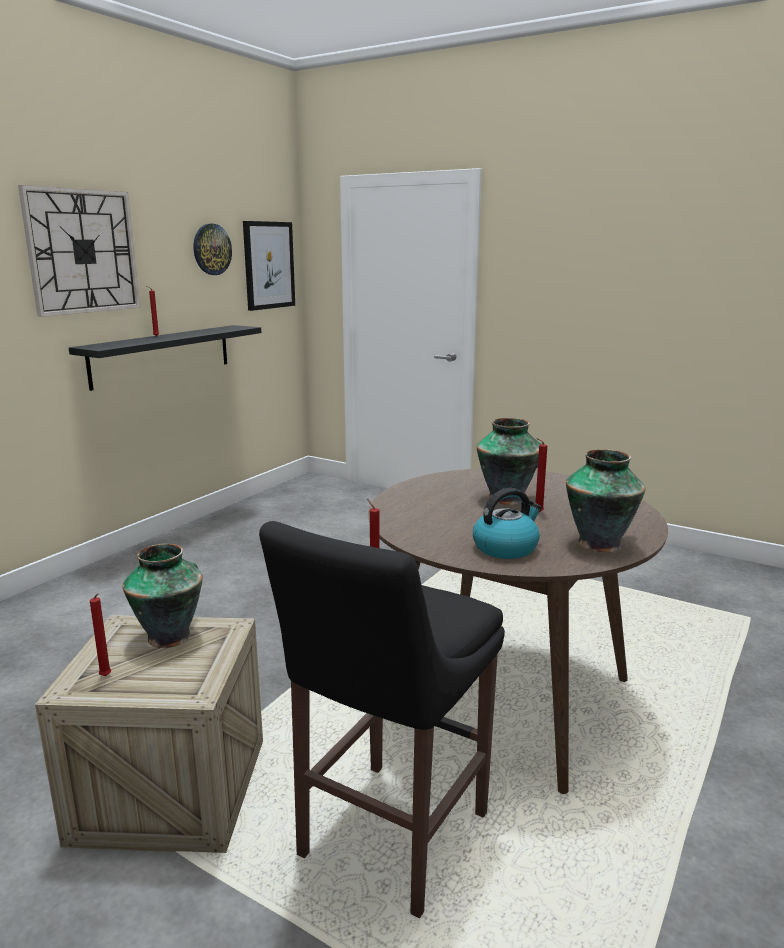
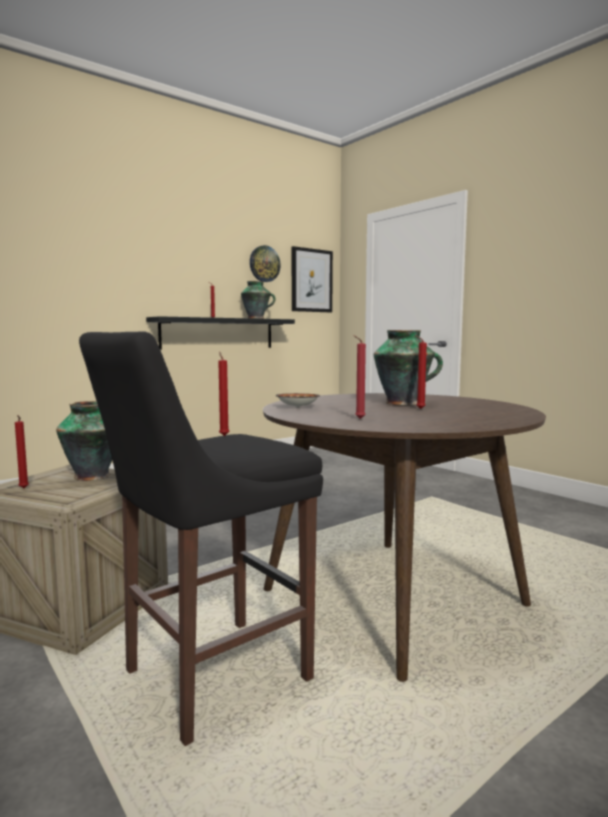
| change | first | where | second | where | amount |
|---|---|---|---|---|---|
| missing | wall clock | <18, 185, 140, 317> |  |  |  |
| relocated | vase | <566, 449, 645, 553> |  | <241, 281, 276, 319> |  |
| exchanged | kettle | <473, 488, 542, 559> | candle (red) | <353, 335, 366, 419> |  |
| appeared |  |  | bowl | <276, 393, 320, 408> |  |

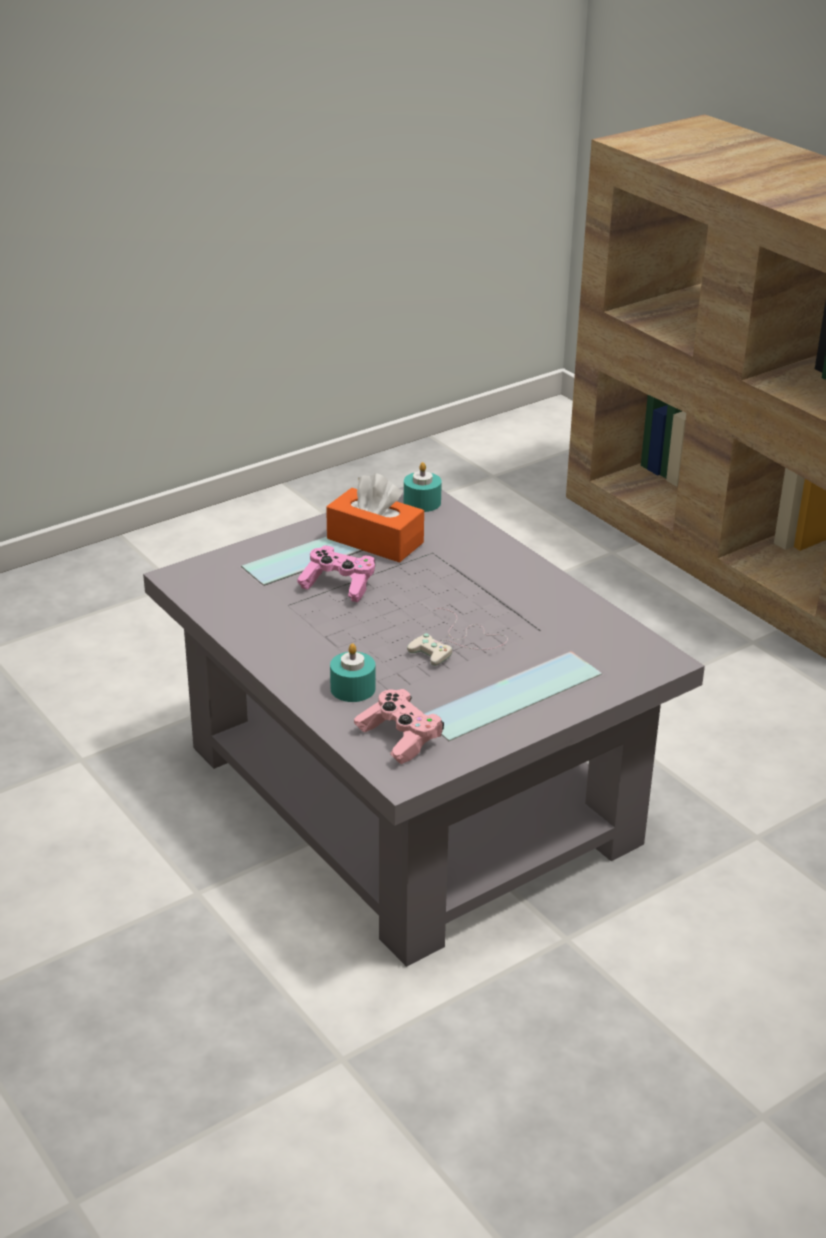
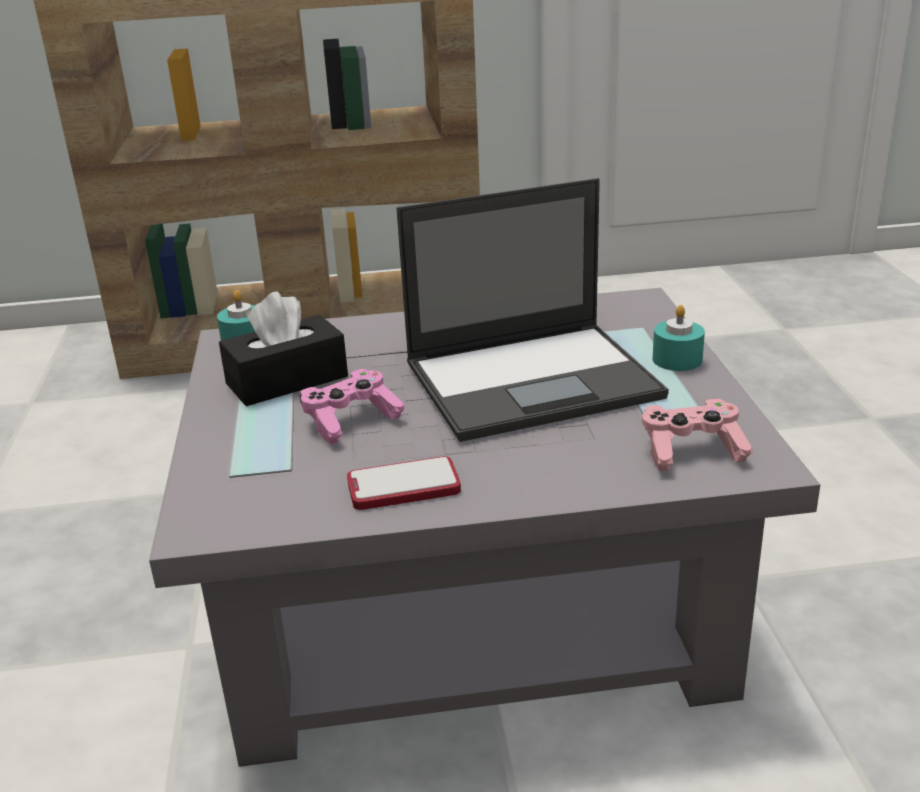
| change | first | where | second | where | amount |
|---|---|---|---|---|---|
| colour | tissue box (orange) | <326, 473, 424, 563> | tissue box (black) | <219, 291, 348, 406> |  |
| exchanged | game controller (white) | <407, 608, 508, 666> | laptop | <396, 178, 669, 442> |  |
| relocated | candle (turquoise) | <330, 643, 376, 702> |  | <652, 305, 705, 371> |  |
| appeared |  |  | phone | <347, 456, 461, 510> |  |

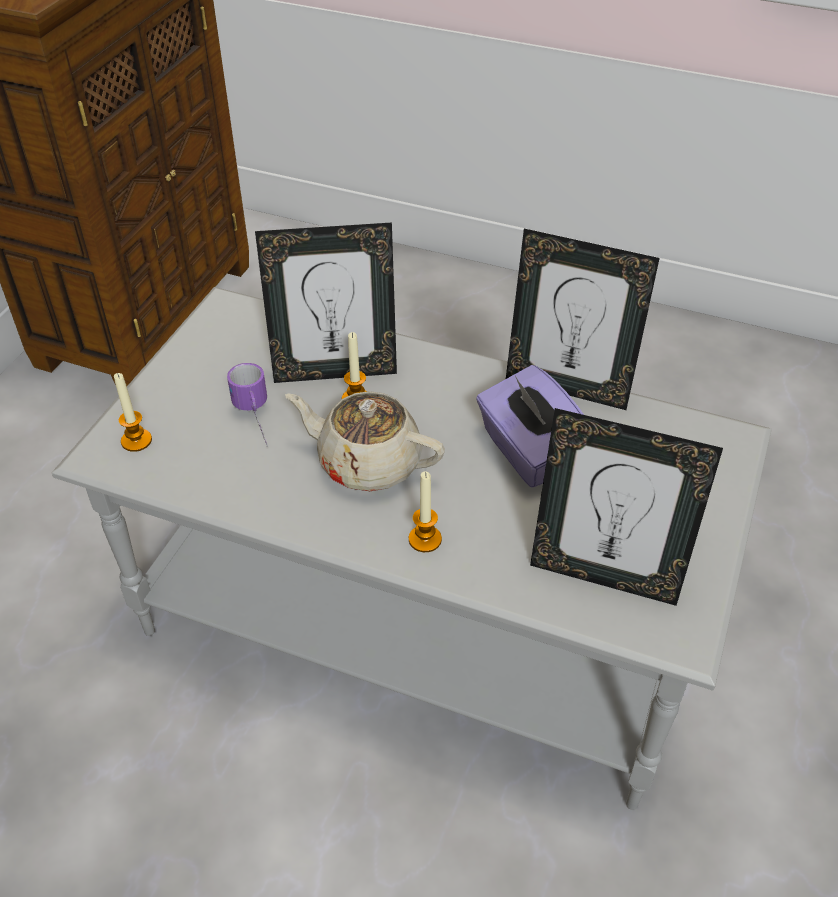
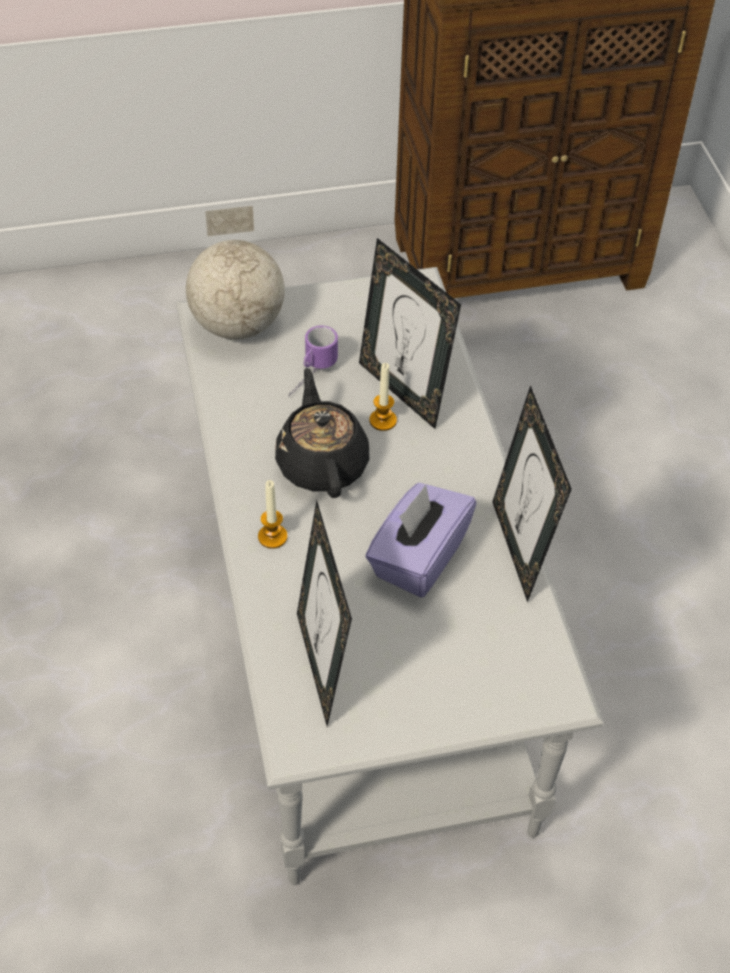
| change | first | where | second | where | amount |
|---|---|---|---|---|---|
| exchanged | candle | <114, 373, 152, 452> | globe | <186, 206, 284, 339> |  |
| colour | teapot (beige) | <285, 391, 445, 491> | teapot (black) | <275, 368, 369, 498> |  |

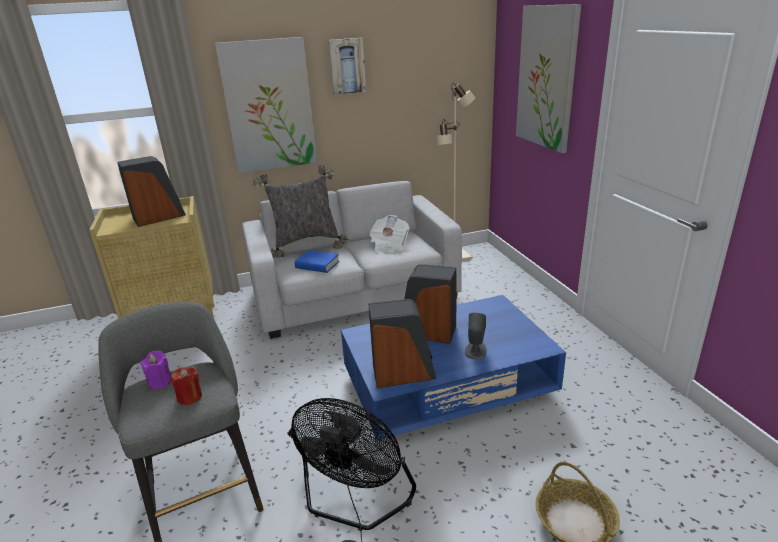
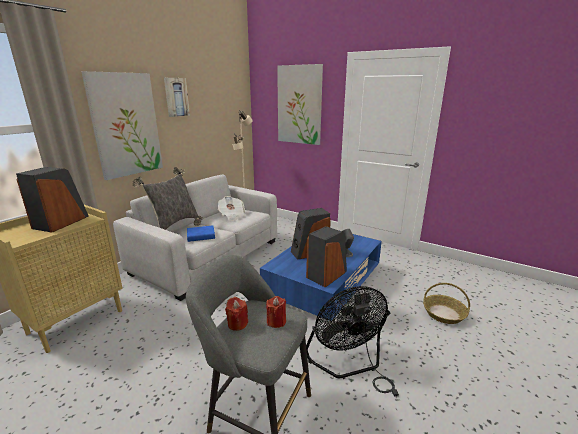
| change | first | where | second | where | amount |
|---|---|---|---|---|---|
| colour | candle (purple) | <140, 350, 172, 389> | candle (red) | <225, 297, 248, 331> |  |

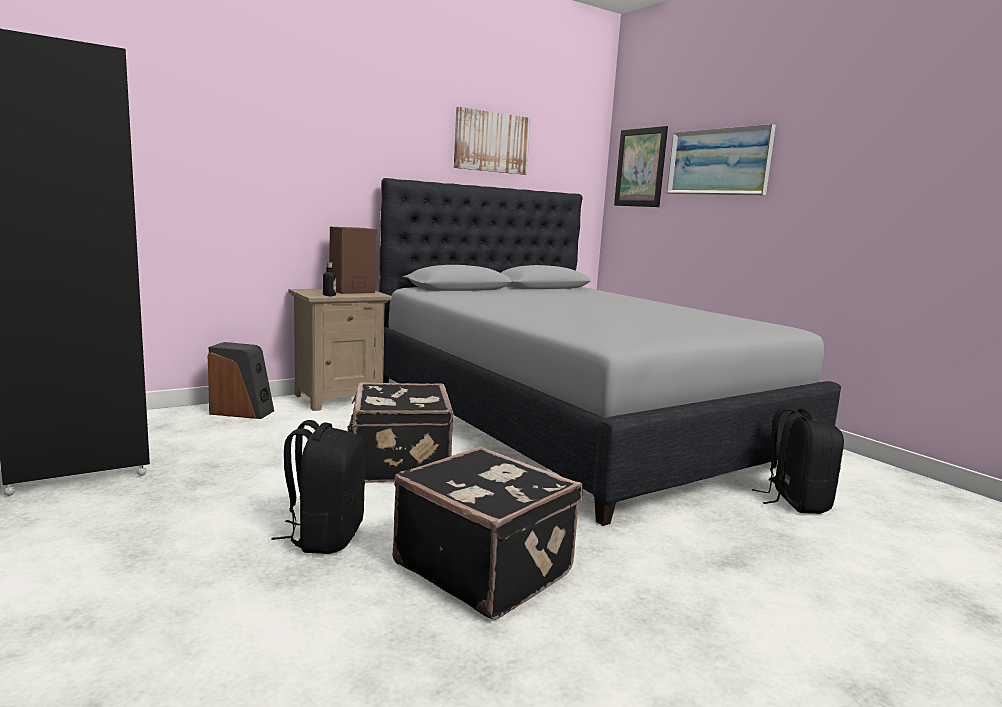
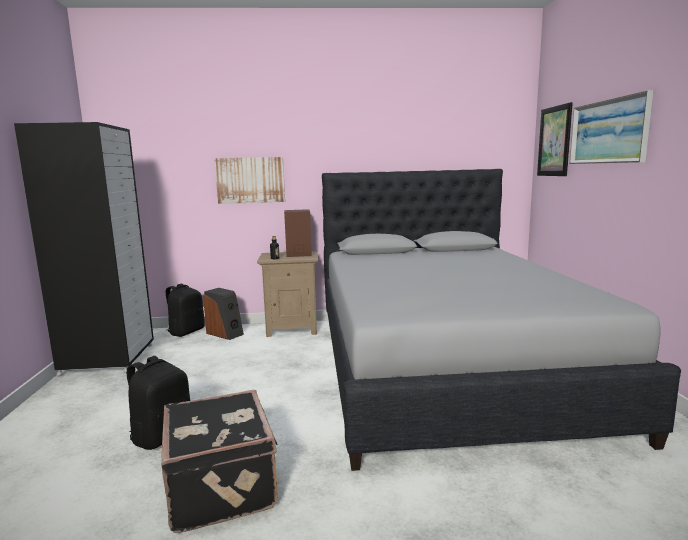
| change | first | where | second | where | amount |
|---|---|---|---|---|---|
| relocated | picture | <454, 107, 530, 175> |  | <214, 157, 285, 204> |  |
| missing | suitcase (black) | <347, 382, 453, 483> |  |  |  |
| relocated | backpack (black) | <752, 407, 844, 514> |  | <166, 284, 205, 337> |  |

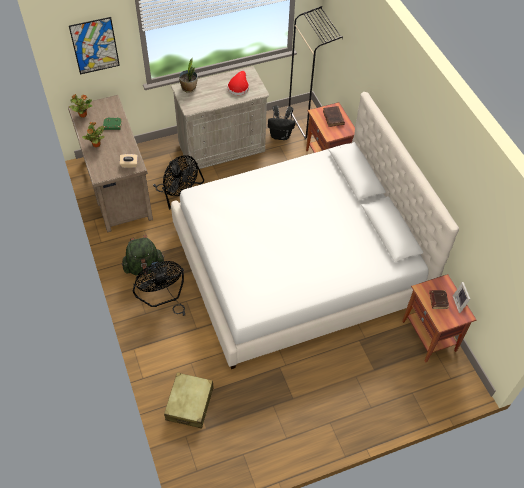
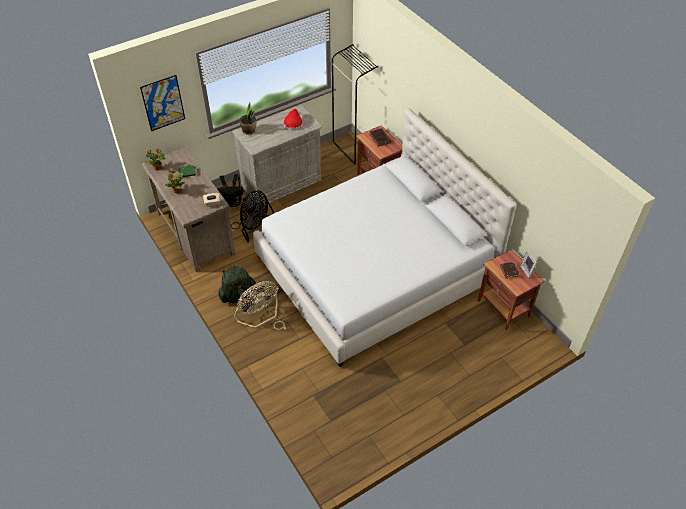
| change | first | where | second | where | amount |
|---|---|---|---|---|---|
| relocated | backpack (black) | <268, 106, 295, 140> |  | <217, 174, 243, 207> |  |
| colour | fan (black) | <133, 261, 185, 316> | fan (beige) | <234, 281, 286, 330> |  |
| missing | suitcase (beige) | <164, 372, 213, 429> |  |  |  |

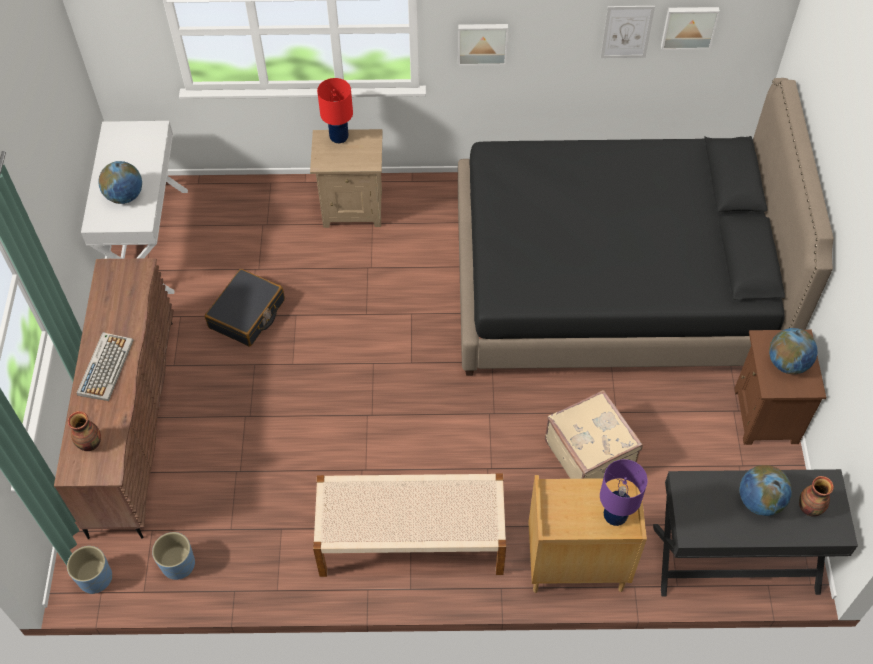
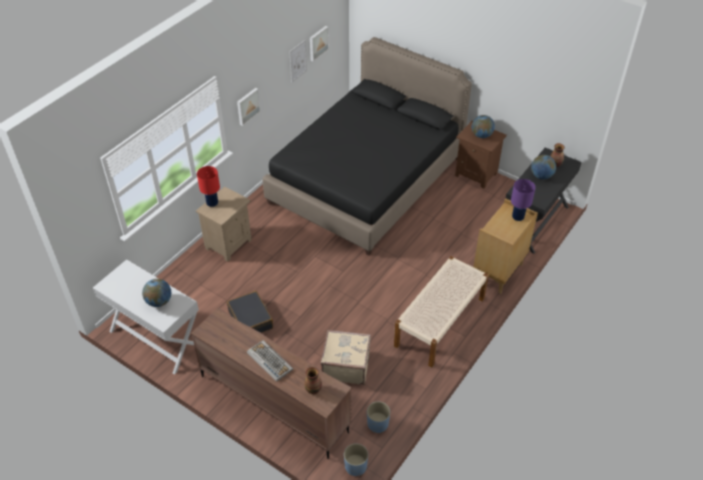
| change | first | where | second | where | amount |
|---|---|---|---|---|---|
| relocated | suitcase (beige) | <544, 390, 643, 479> |  | <321, 330, 371, 385> |  |

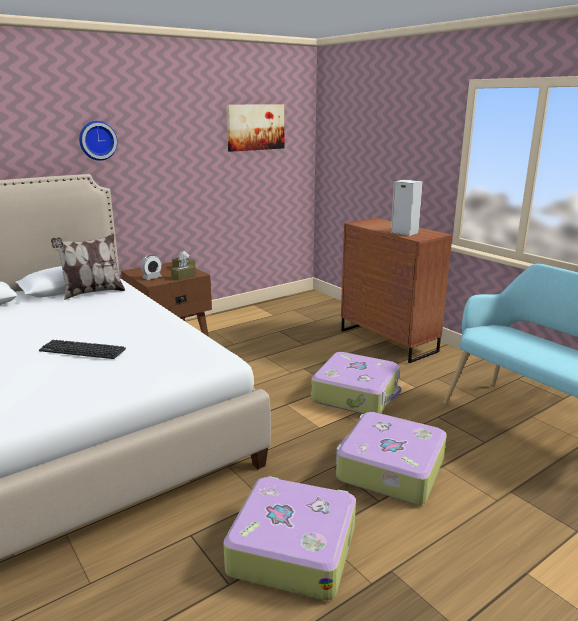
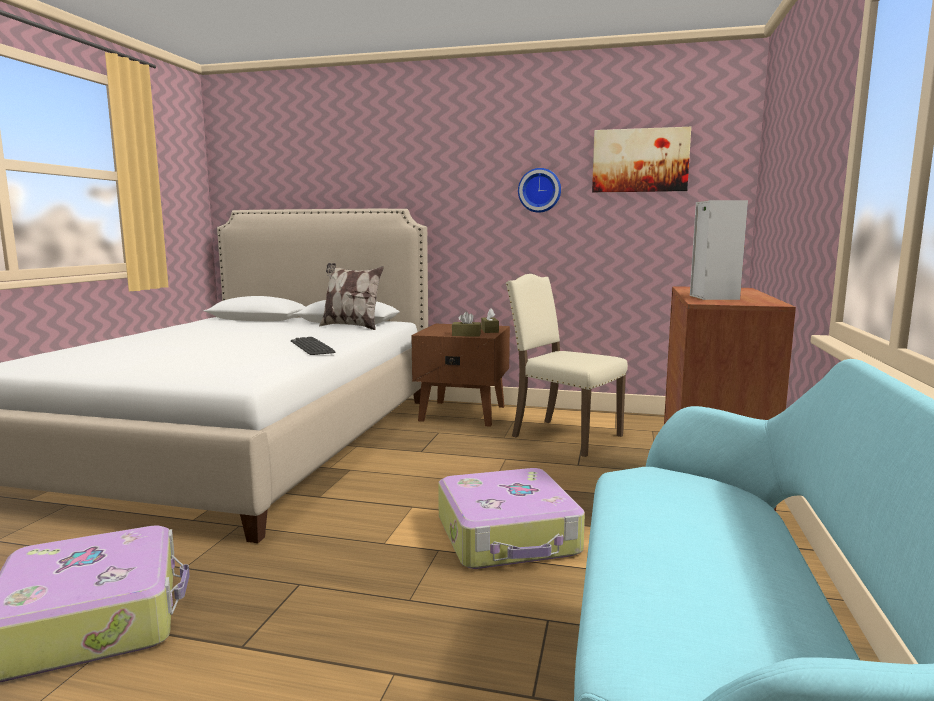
| change | first | where | second | where | amount |
|---|---|---|---|---|---|
| relocated | wall clock | <79, 121, 118, 161> |  | <518, 168, 561, 213> |  |
| missing | alarm clock | <141, 255, 162, 280> |  |  |  |
| relocated | keyboard | <39, 340, 126, 359> |  | <291, 337, 335, 355> |  |
| missing | suitcase | <336, 412, 447, 505> |  |  |  |
| appeared |  |  | chair (beige) | <506, 274, 628, 457> |  |

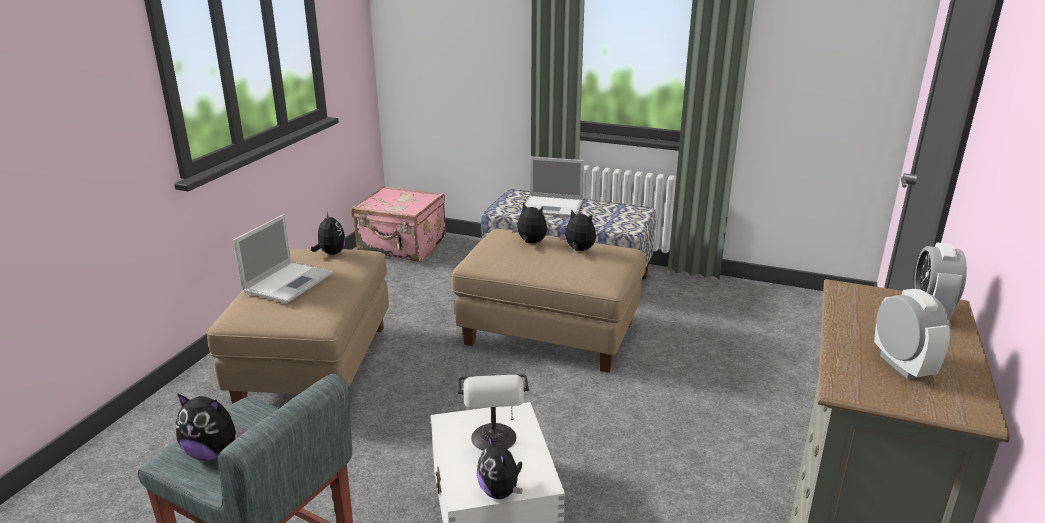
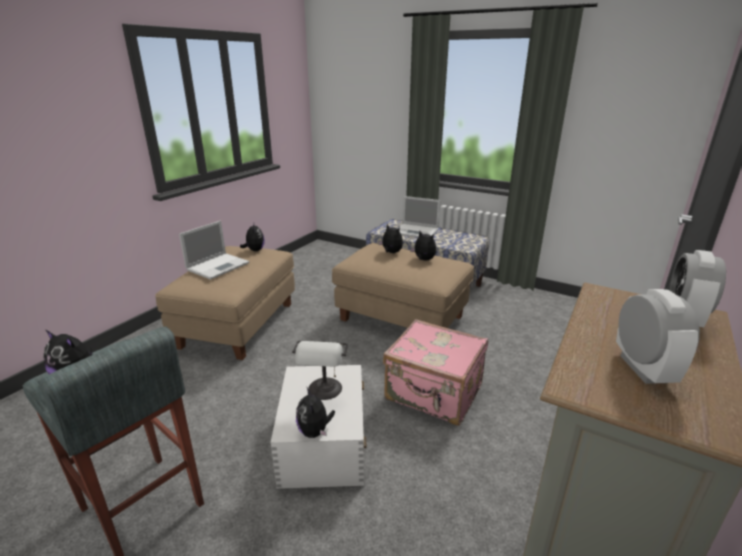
| change | first | where | second | where | amount |
|---|---|---|---|---|---|
| relocated | suitcase (pink) | <351, 186, 446, 262> |  | <383, 319, 488, 426> |  |

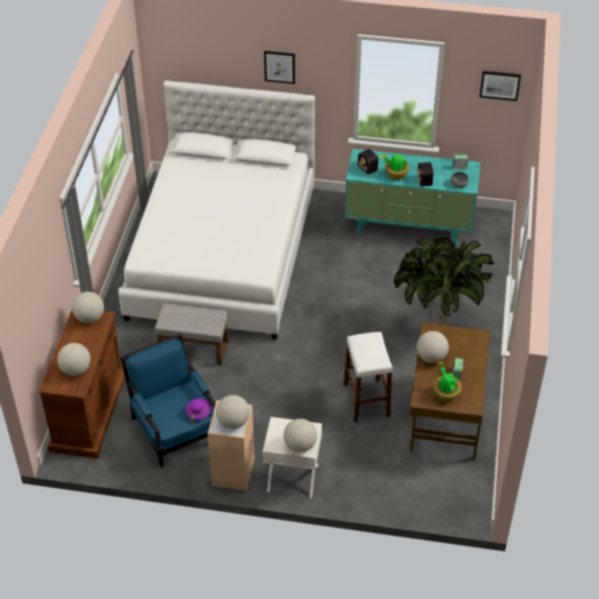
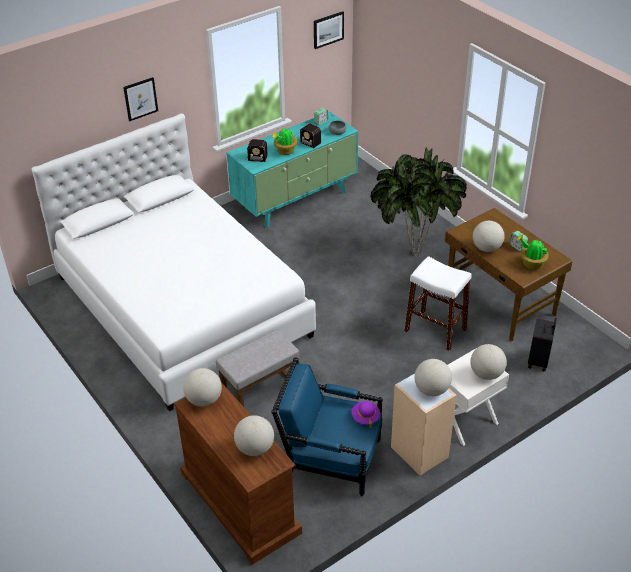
| change | first | where | second | where | amount |
|---|---|---|---|---|---|
| appeared |  |  | suitcase (black) | <528, 318, 557, 372> |  |

